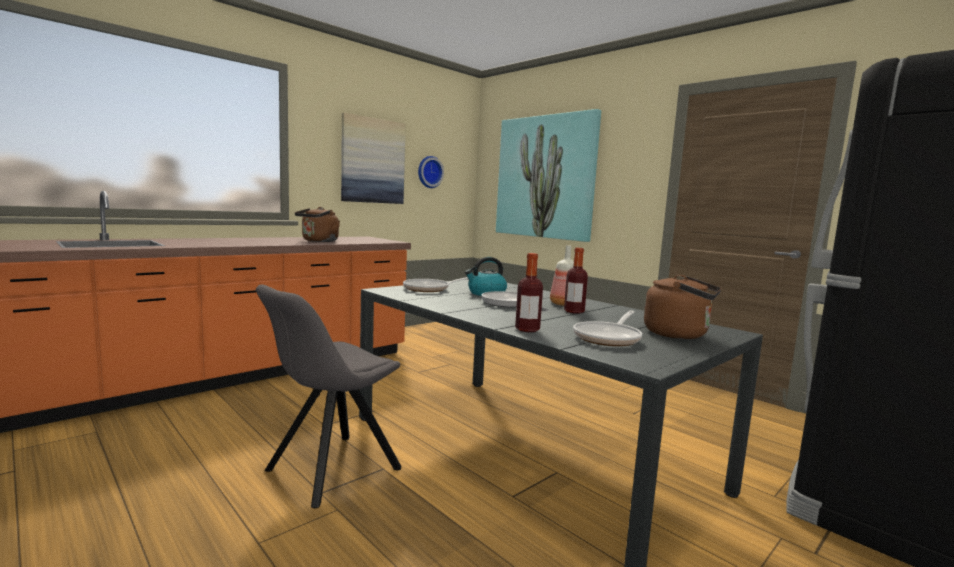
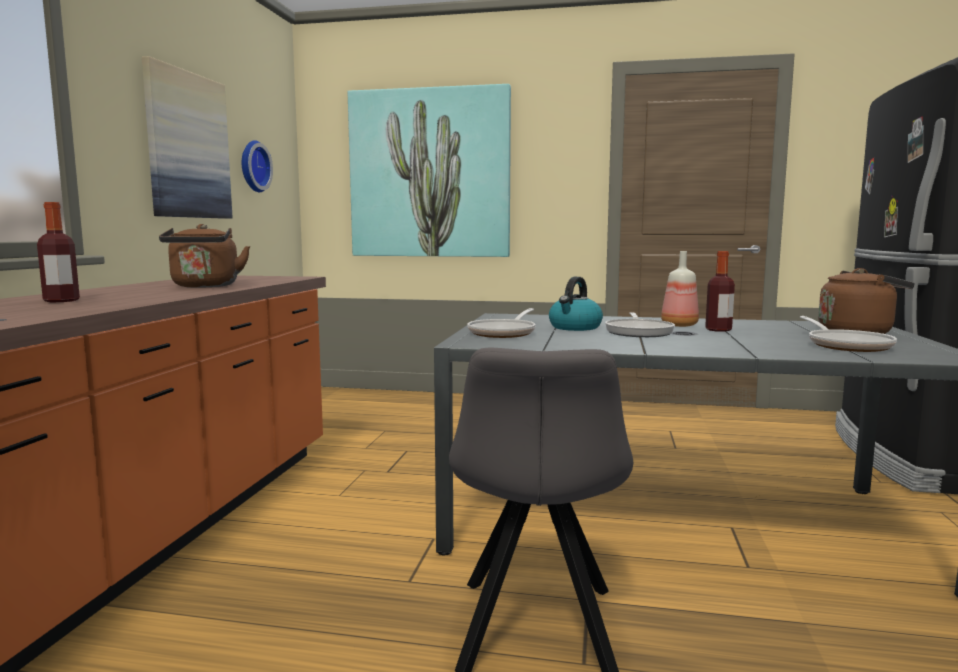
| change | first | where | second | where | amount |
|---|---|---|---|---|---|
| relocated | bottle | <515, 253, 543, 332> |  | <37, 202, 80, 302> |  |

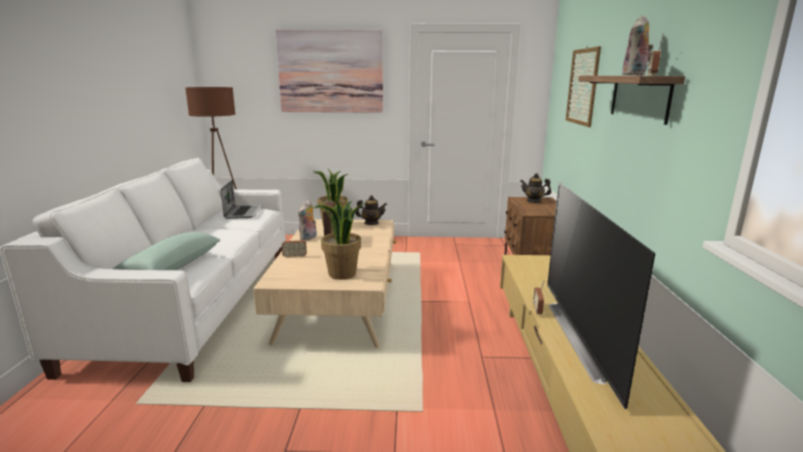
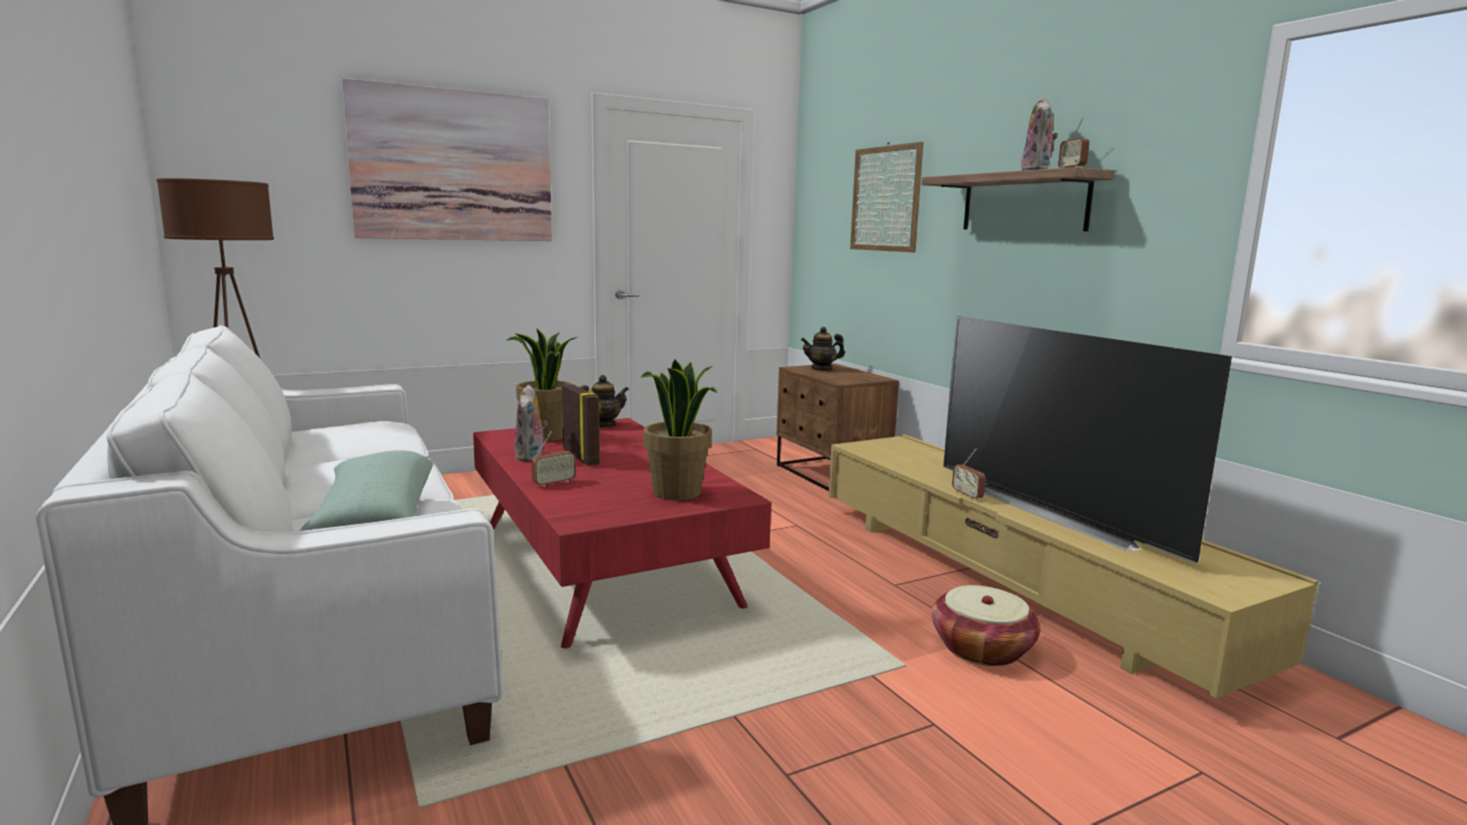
| change | first | where | second | where | amount |
|---|---|---|---|---|---|
| missing | laptop | <221, 180, 263, 219> |  |  |  |
| colour | coffee table (beige) | <253, 219, 397, 347> | coffee table (red) | <473, 418, 771, 648> |  |
| appeared |  |  | basket | <932, 585, 1041, 666> |  |

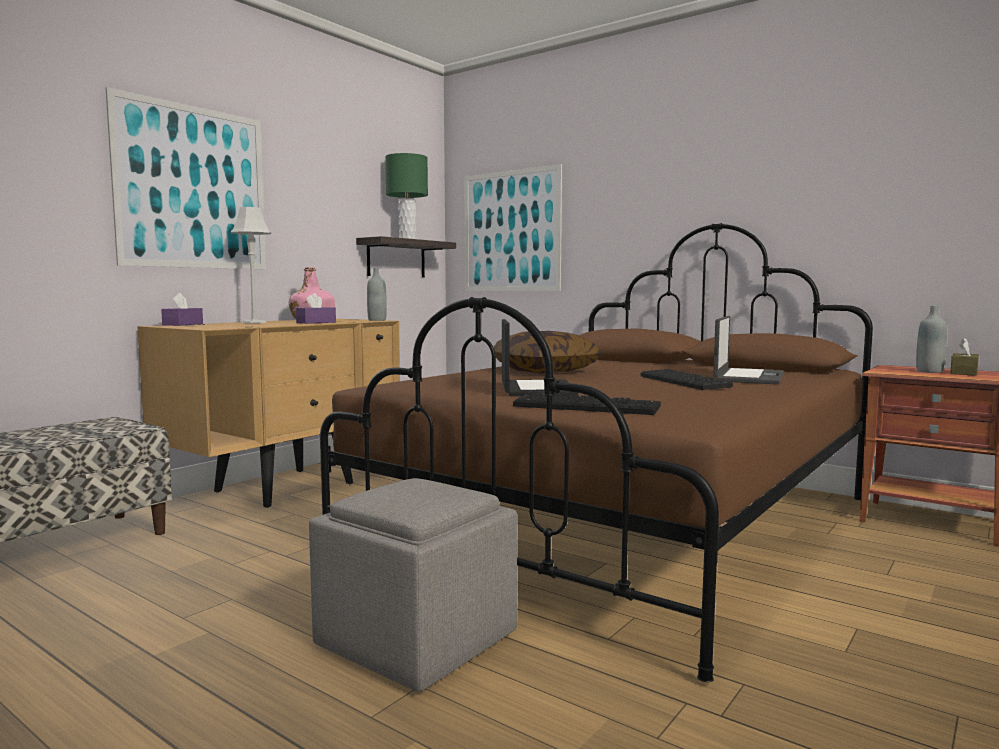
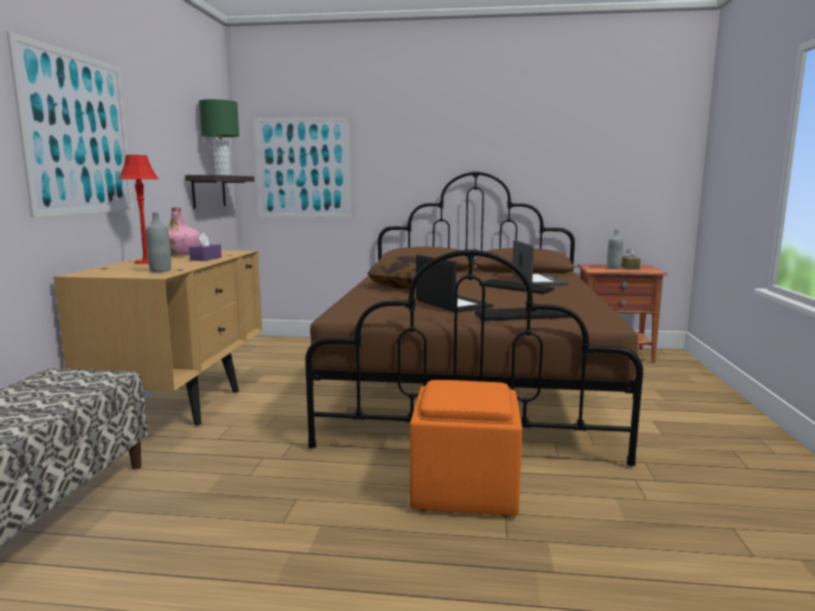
| change | first | where | second | where | amount |
|---|---|---|---|---|---|
| colour | table lamp (grey) | <230, 207, 271, 323> | table lamp (red) | <117, 155, 159, 264> |  |
| relocated | bottle (grey) | <367, 268, 387, 321> |  | <146, 212, 171, 272> |  |
| missing | tissue box (purple) | <161, 293, 203, 326> |  |  |  |
| colour | ottoman (grey) | <309, 478, 517, 691> | ottoman (orange) | <410, 380, 522, 517> |  |

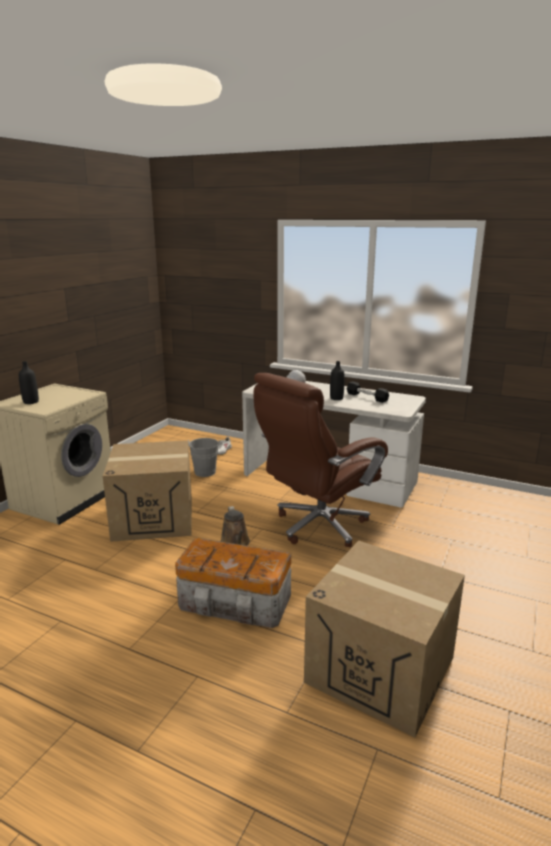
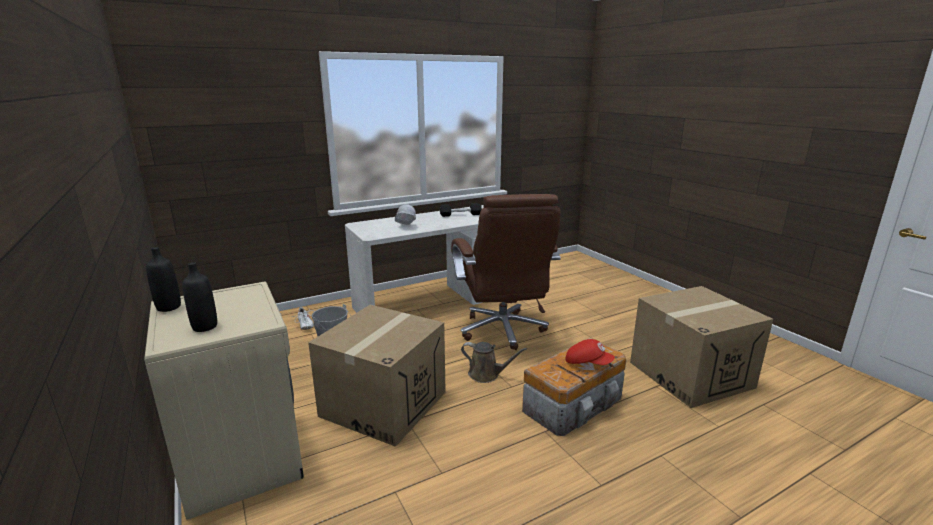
| change | first | where | second | where | amount |
|---|---|---|---|---|---|
| relocated | bottle (black) | <330, 361, 345, 400> |  | <146, 247, 181, 312> |  |
| appeared |  |  | cap (red) | <566, 339, 615, 365> |  |

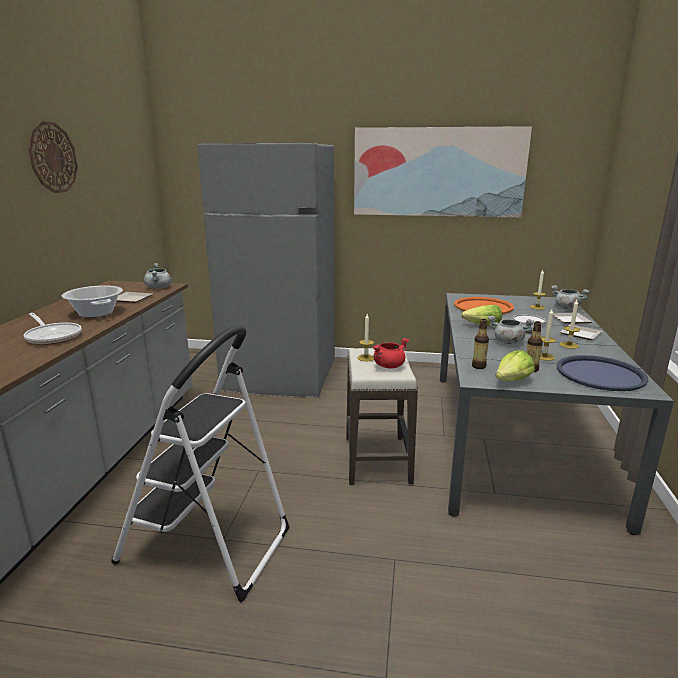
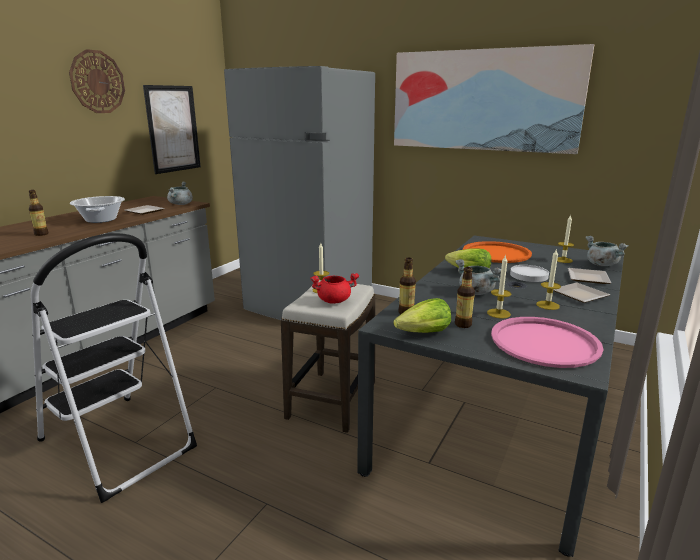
| change | first | where | second | where | amount |
|---|---|---|---|---|---|
| exchanged | frying pan | <24, 313, 82, 345> | bottle | <29, 190, 49, 236> |  |
| colour | tray (blue) | <557, 355, 648, 391> | tray (pink) | <491, 317, 604, 368> |  |
| appeared |  |  | picture | <143, 85, 201, 174> |  |

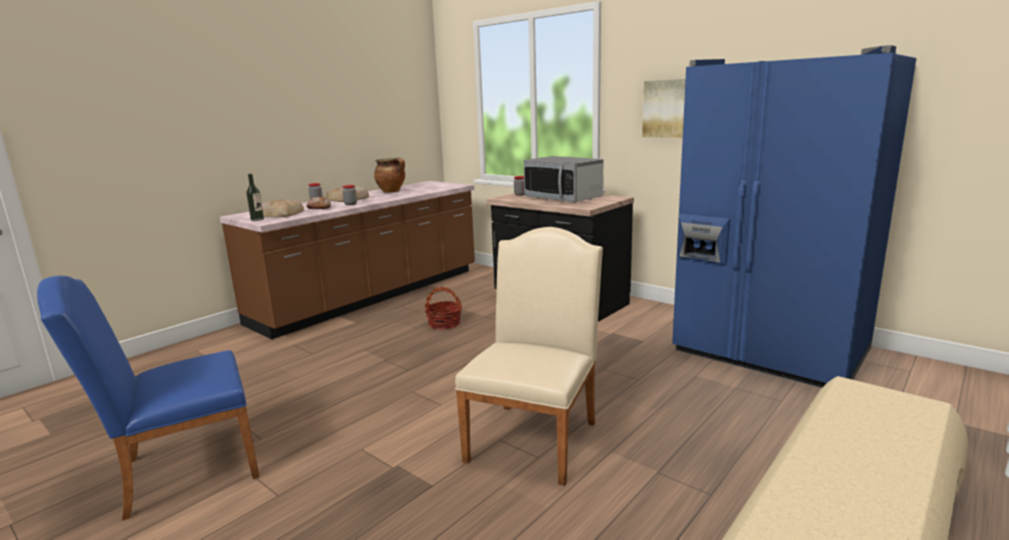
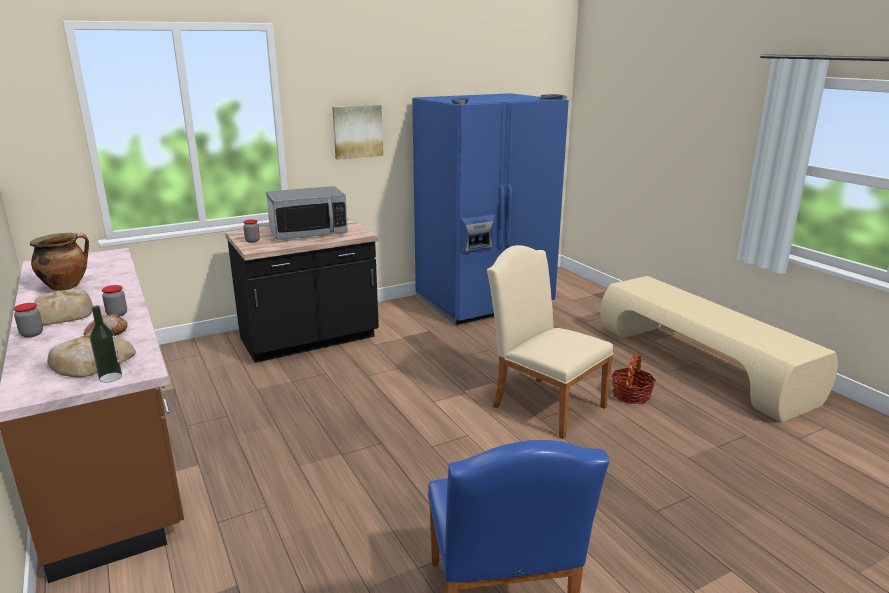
| change | first | where | second | where | amount |
|---|---|---|---|---|---|
| relocated | basket | <424, 287, 462, 329> |  | <611, 354, 656, 404> |  |

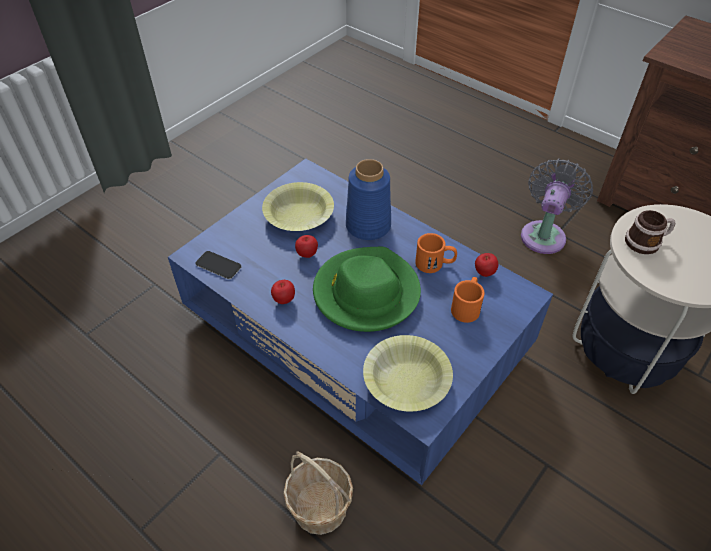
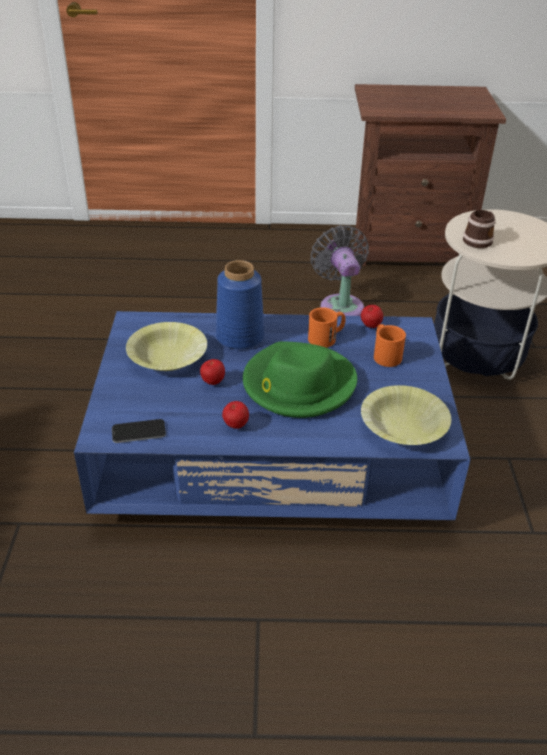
| change | first | where | second | where | amount |
|---|---|---|---|---|---|
| missing | basket | <283, 451, 353, 535> |  |  |  |

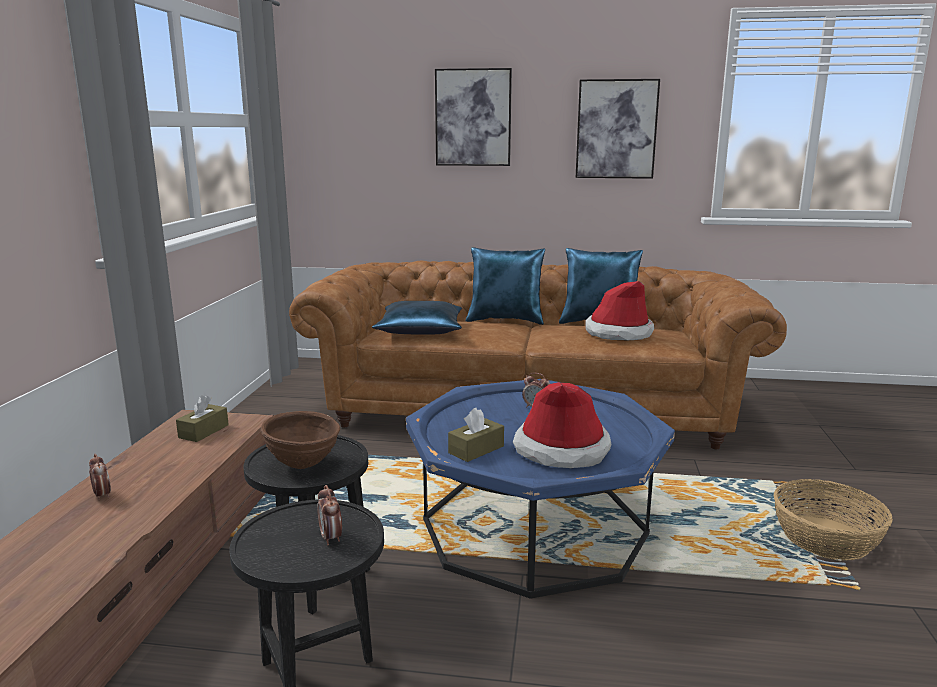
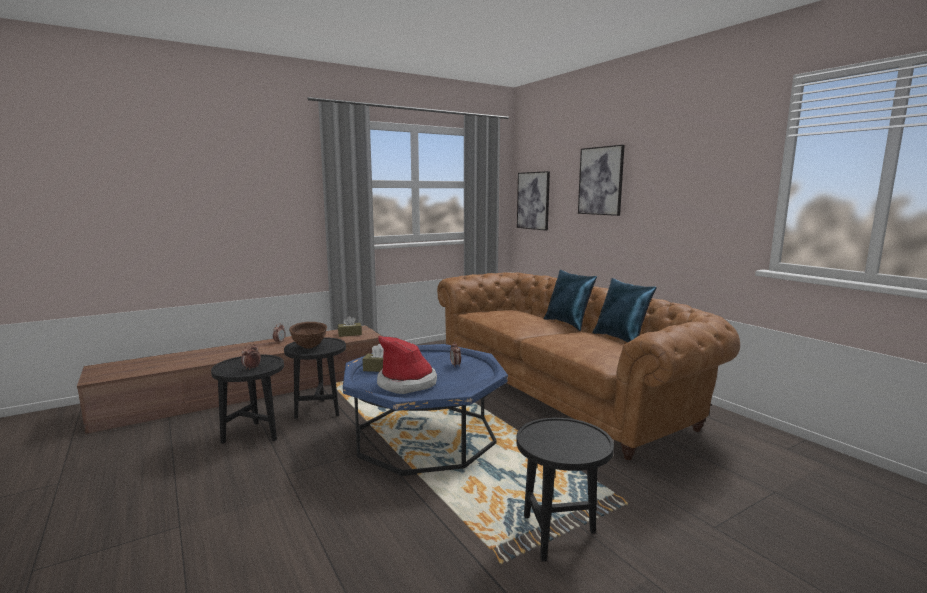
| change | first | where | second | where | amount |
|---|---|---|---|---|---|
| relocated | picture | <576, 79, 660, 179> |  | <517, 171, 550, 231> |  |
| missing | hat | <585, 281, 654, 340> |  |  |  |
| missing | pillow (blue) | <372, 301, 462, 335> |  |  |  |
| exchanged | basket | <774, 479, 893, 561> | side table (black) | <516, 418, 614, 562> |  |

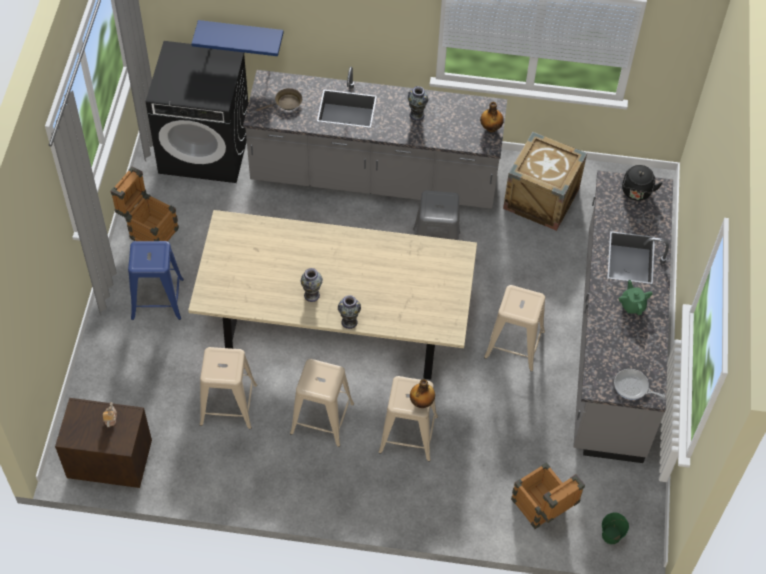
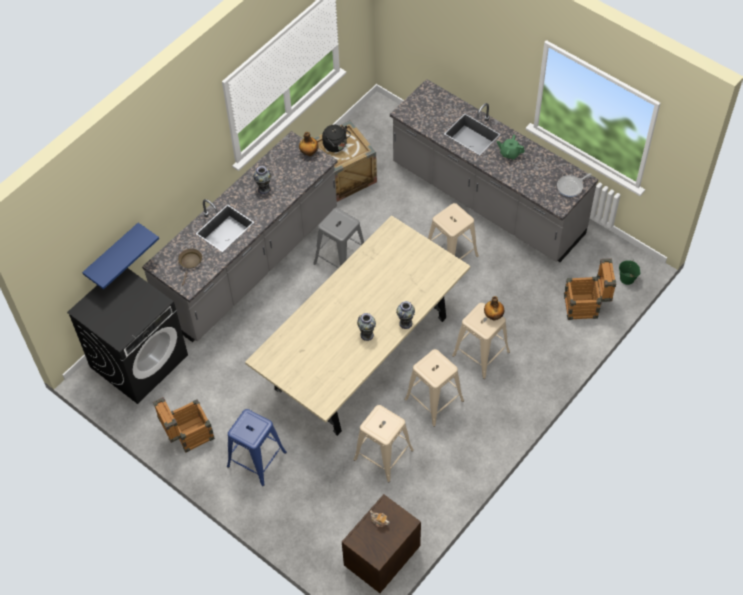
| change | first | where | second | where | amount |
|---|---|---|---|---|---|
| relocated | kettle (black) | <622, 165, 662, 201> |  | <322, 125, 351, 152> |  |

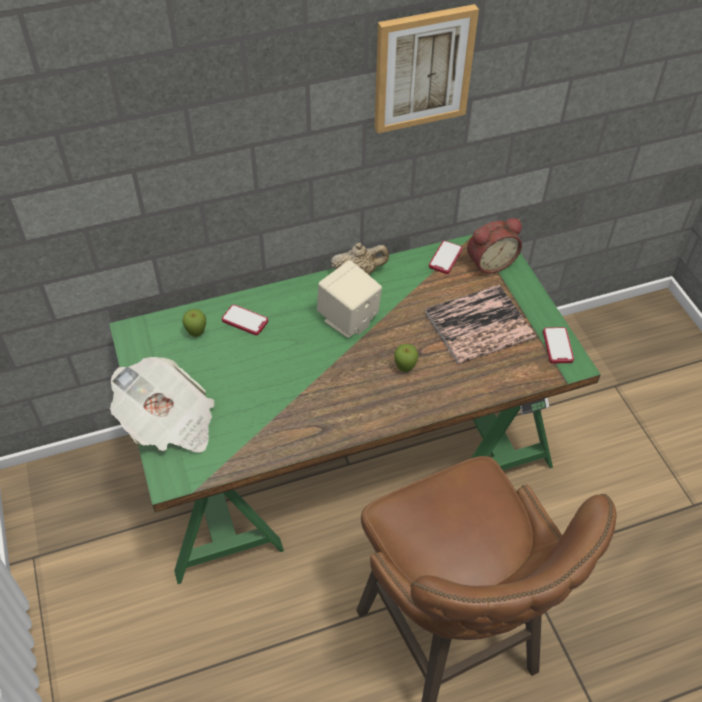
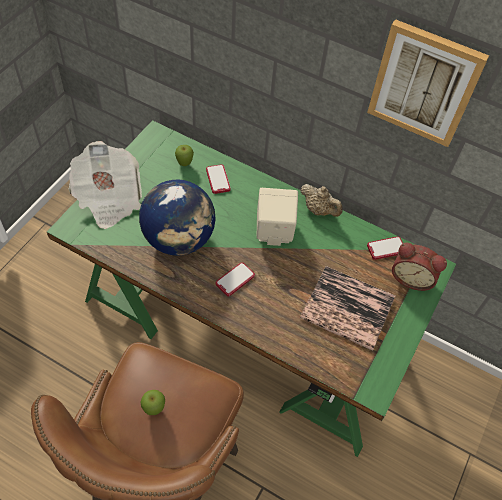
| change | first | where | second | where | amount |
|---|---|---|---|---|---|
| relocated | phone | <543, 327, 574, 363> |  | <216, 262, 255, 296> |  |
| relocated | apple | <394, 344, 419, 372> |  | <140, 390, 165, 415> |  |
| appeared |  |  | globe | <139, 180, 216, 256> |  |

